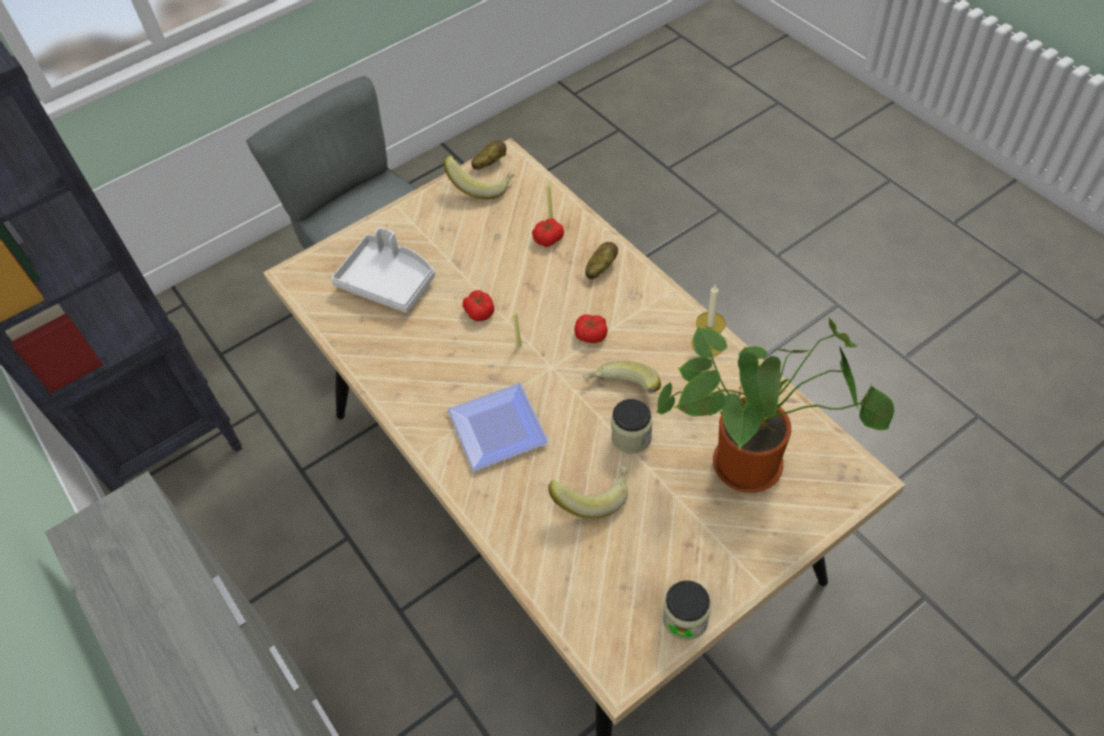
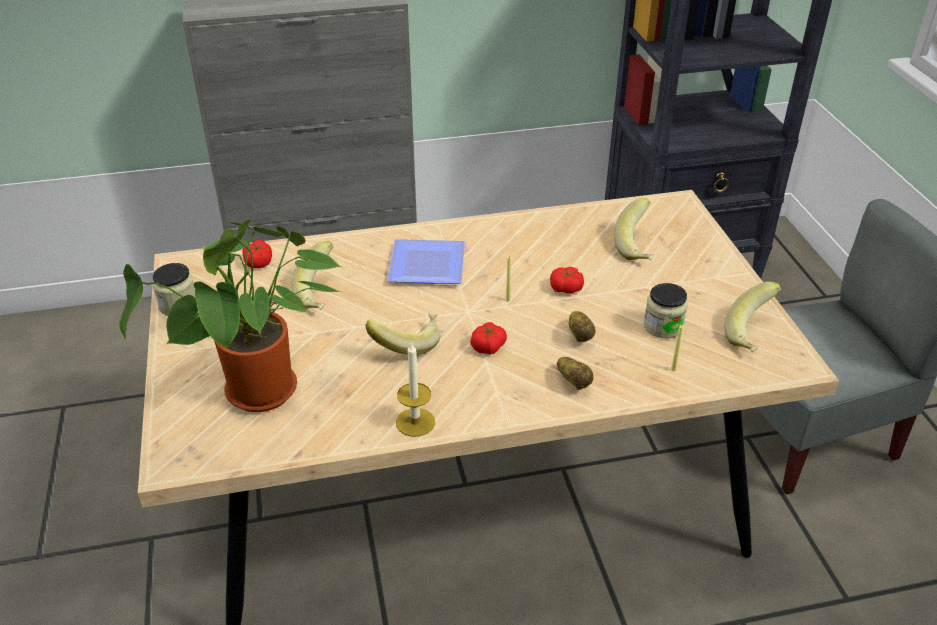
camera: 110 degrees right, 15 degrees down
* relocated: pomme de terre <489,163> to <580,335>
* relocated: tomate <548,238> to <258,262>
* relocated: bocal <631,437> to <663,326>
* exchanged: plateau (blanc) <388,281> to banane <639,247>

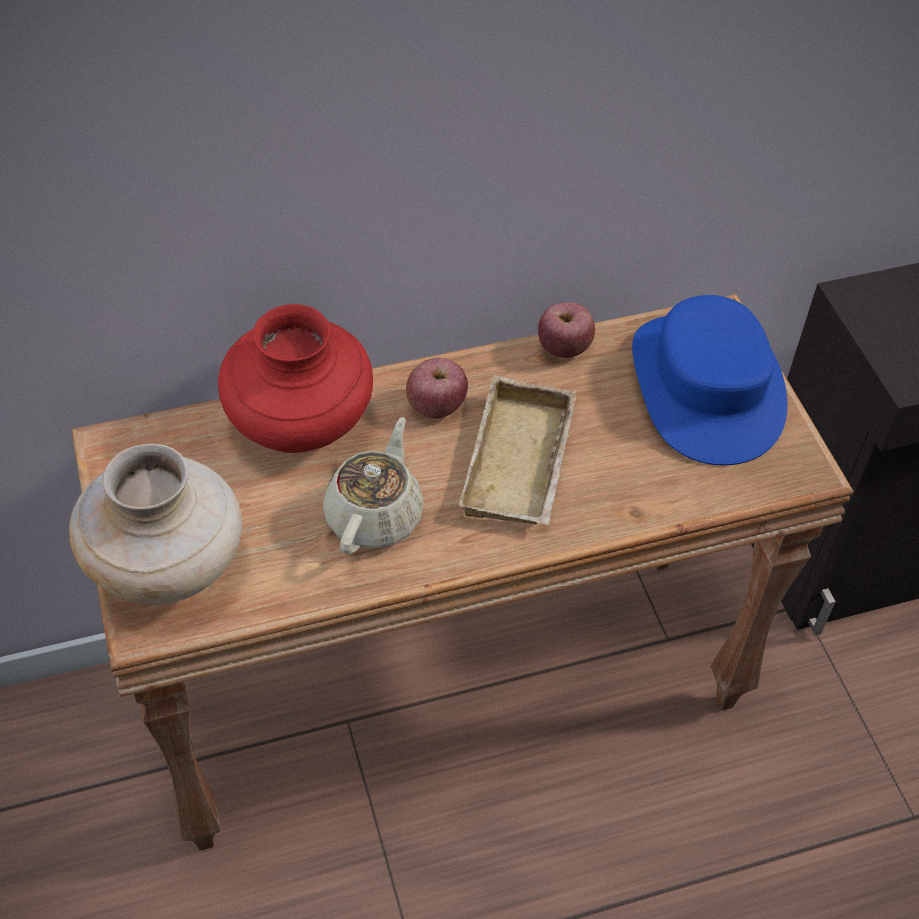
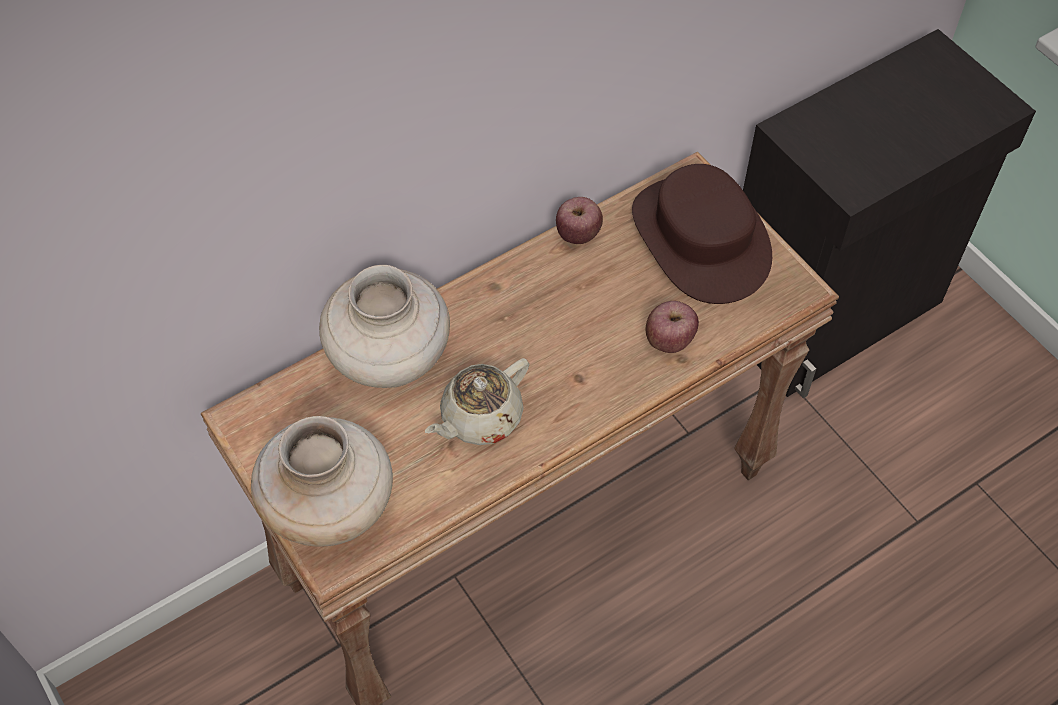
camera: 15 degrees left, 5 degrees up
* missing: plateau (beige) <522,464>
* relocated: pomme <436,406> to <669,340>
* colour: vase (rouge) <299,424> to vase (beige) <389,358>
* colour: chapeau (bleu) <706,387> to chapeau (marron) <701,239>
* spun: théière (beige) <375,515> = <480,418> 135 degrees counterclockwise

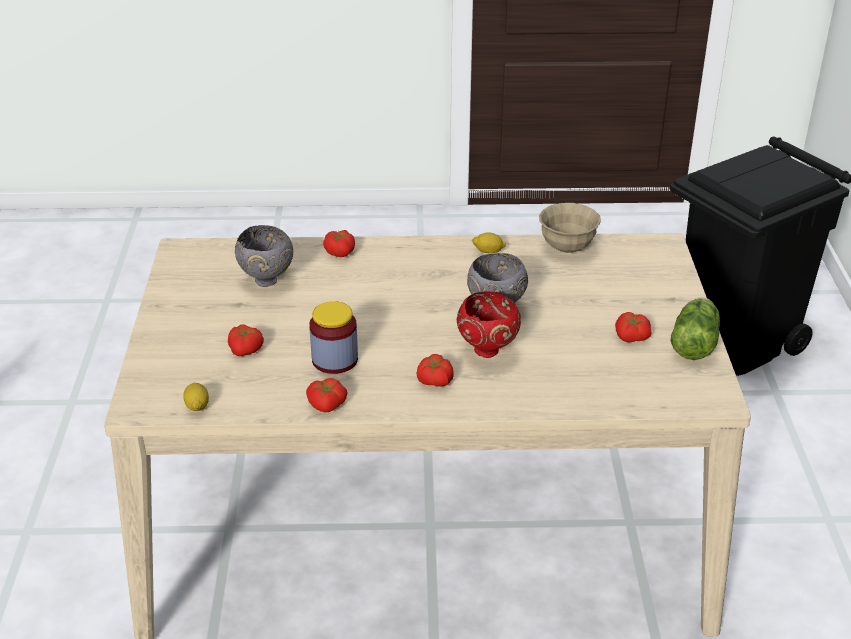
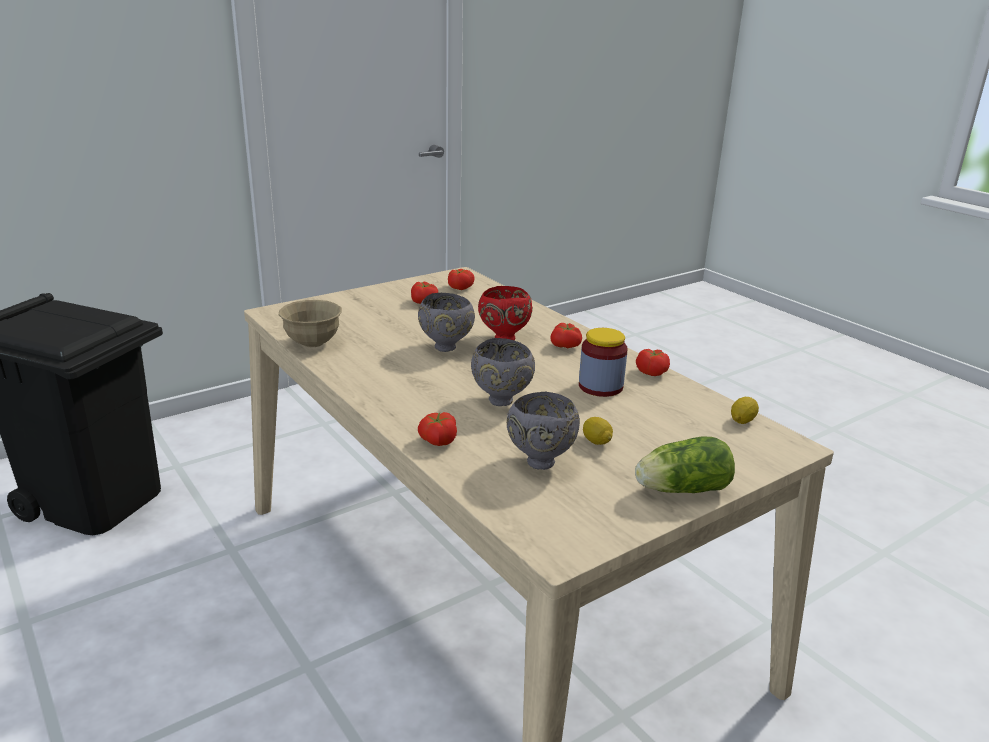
camera: 125 degrees left, 10 degrees down
* appeared: bol (gris) <502,401>
* relocated: tomate <246,350> to <459,287>
* relocated: citron <488,251> to <596,441>
* relocated: laitue <695,342> to <679,489>

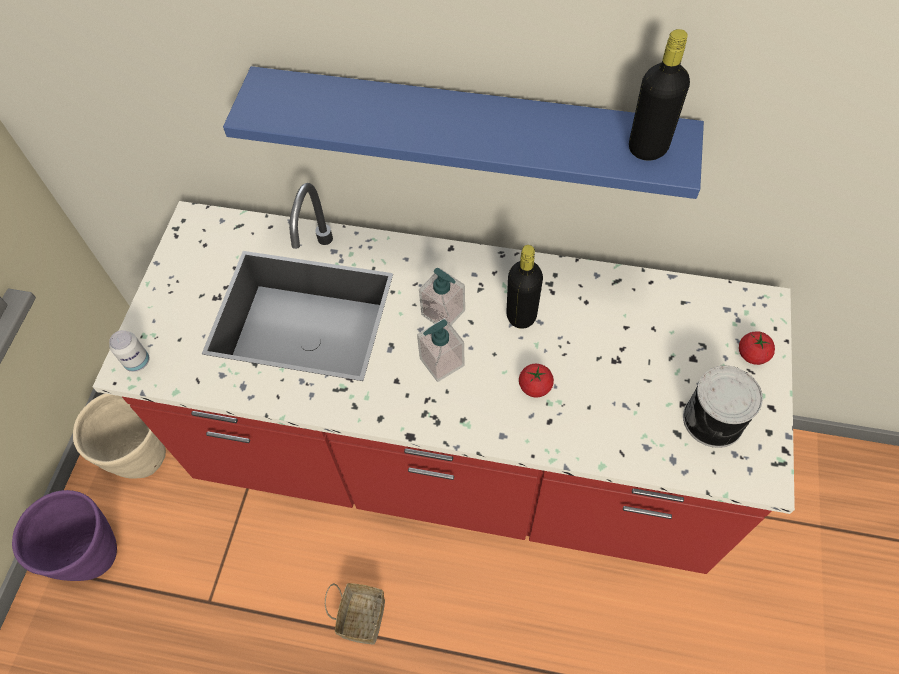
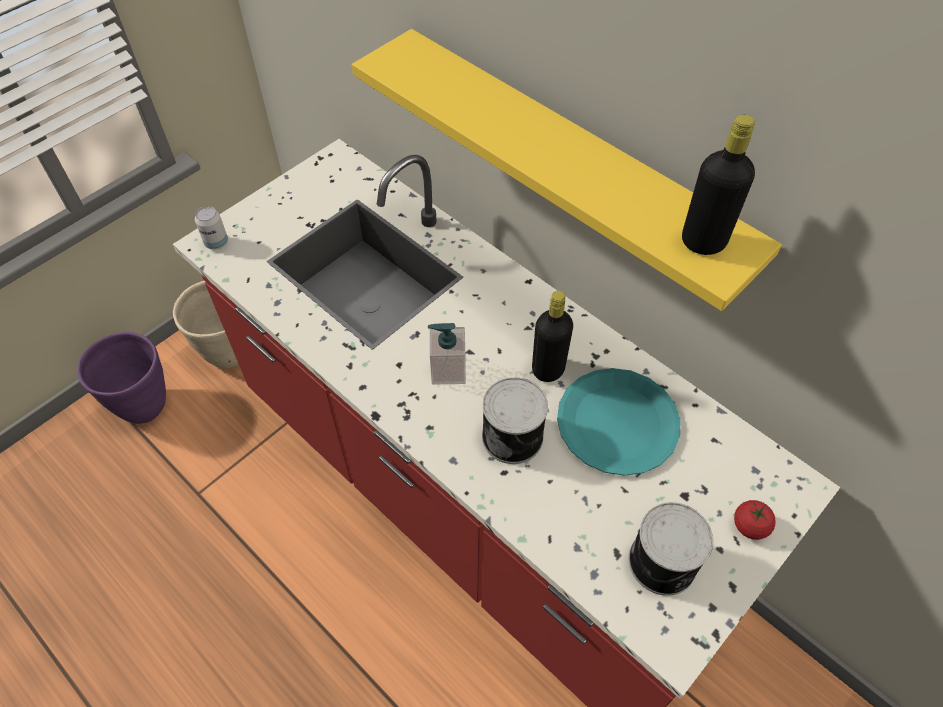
camera: 30 degrees right, 5 degrees down
* missing: panier <362,616>
* missing: distributeur de savon <443,313>
* appeared: assiette (turquoise) <618,422>
* exchanged: tomate <535,386> to boîte métallique <514,435>
* colour: étagère (bleu) <469,129> to étagère (jaune) <570,164>

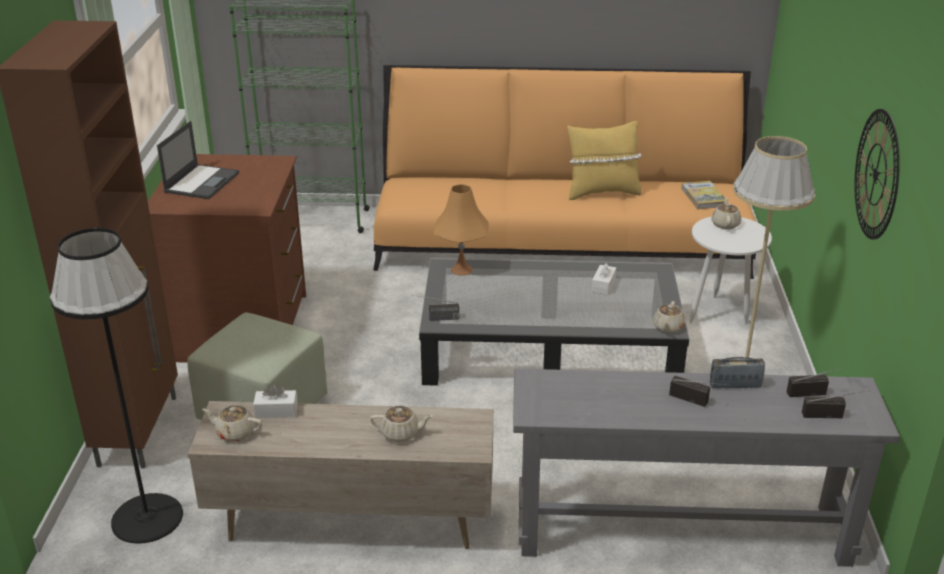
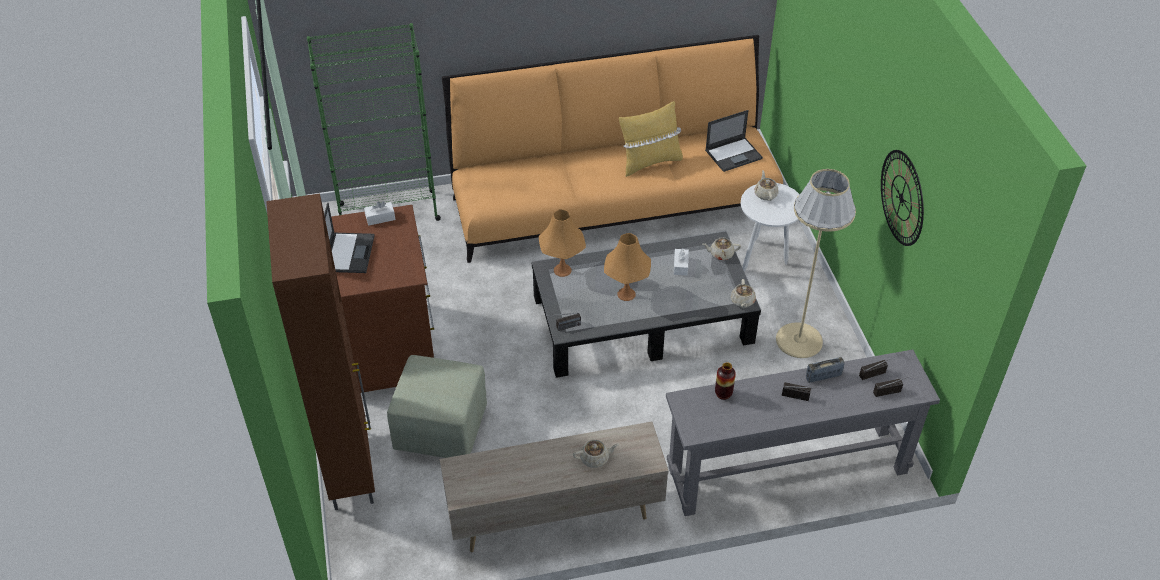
camera: 15 degrees left, 15 degrees up
* missing: lampadaire (noir) <147,518>
* appeared: lampe de table (orange) <626,294>
* appeared: vase <723,393>
* relocated: théière (beige) <235,432> to <721,254>
* relocated: boîte à mouchoirs (blanc) <276,411> to <380,218>
* exchanged: livre <703,197> to ordinateur portable <734,154>

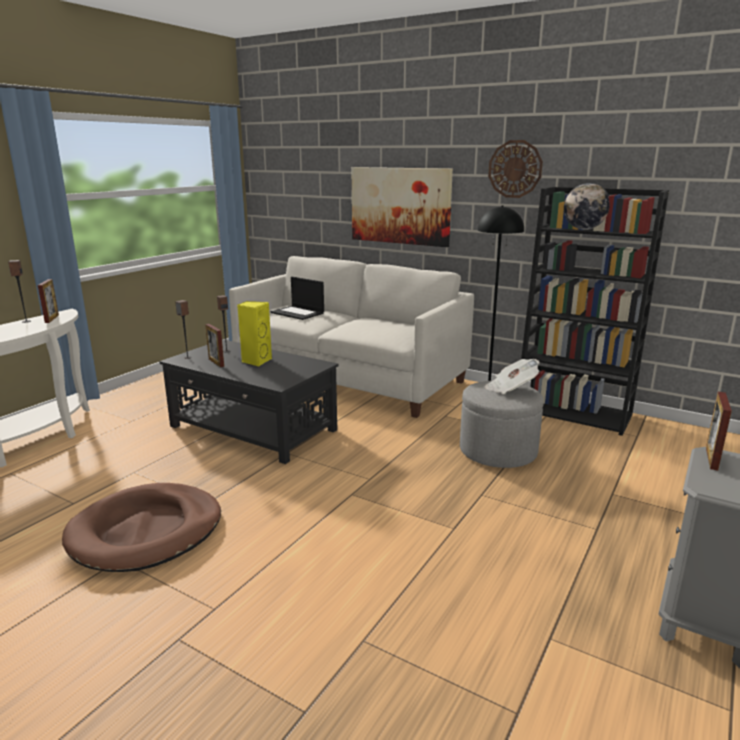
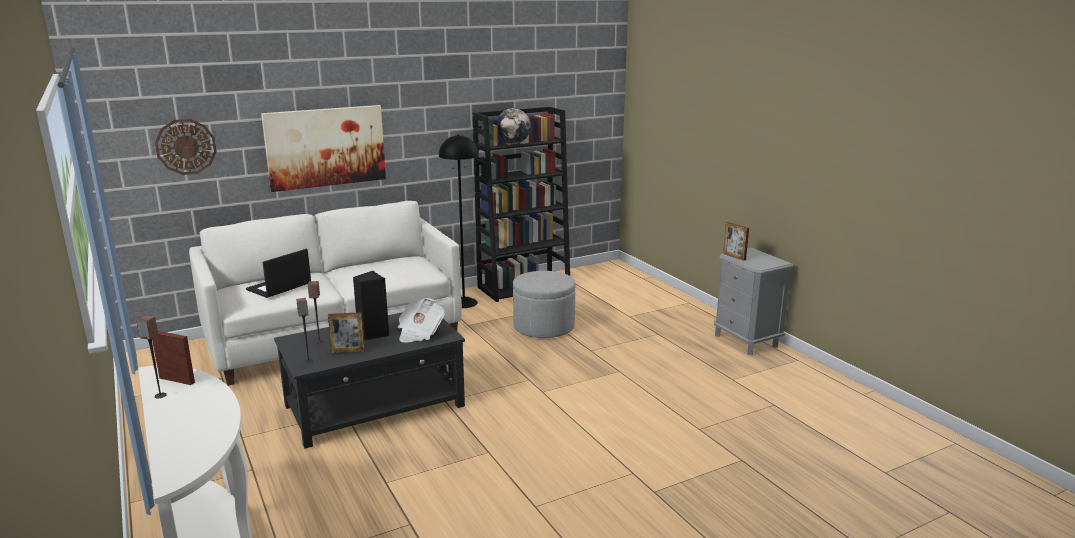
camera: 60 degrees left, 0 degrees up
* missing: panier pour chien (marron) <146,531>
* relocated: journal <510,389> to <419,333>
* relocated: horloge murale <515,169> to <186,146>
* colour: enceinte (jaune) <256,361> to enceinte (noir) <372,334>
* spun: ordinateur portable <298,313> = <279,287> 150 degrees clockwise

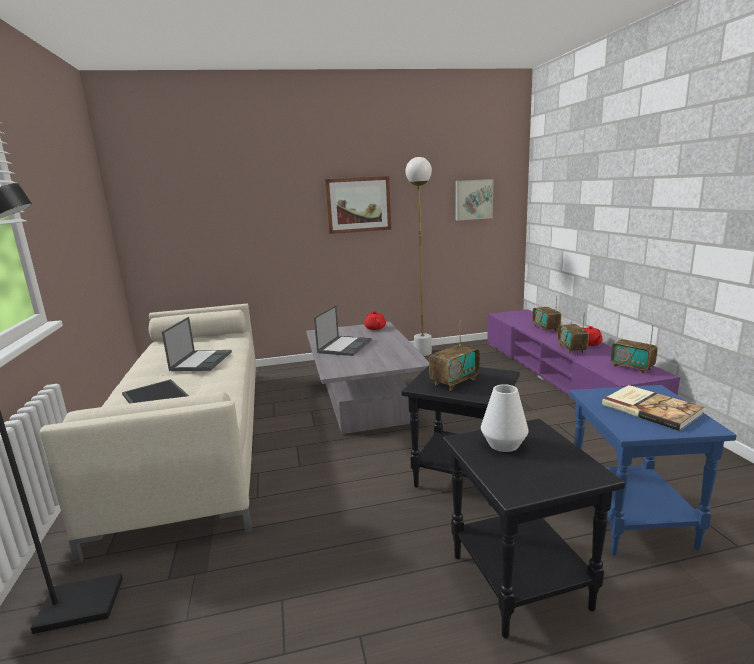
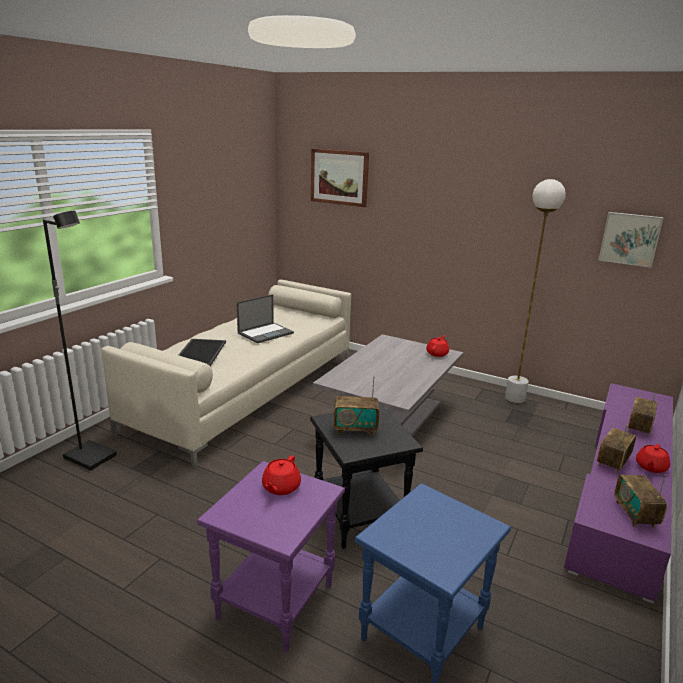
camera: 40 degrees right, 5 degrees up
* missing: ordinateur portable <345,346>
* missing: livre <651,409>
* relocated: tableau <358,205> to <339,177>
* exchanged: vase (blanc) <504,444> to théière (rouge) <280,487>
* colour: table d'appoint (noir) <522,582> to table d'appoint (violet) <276,603>

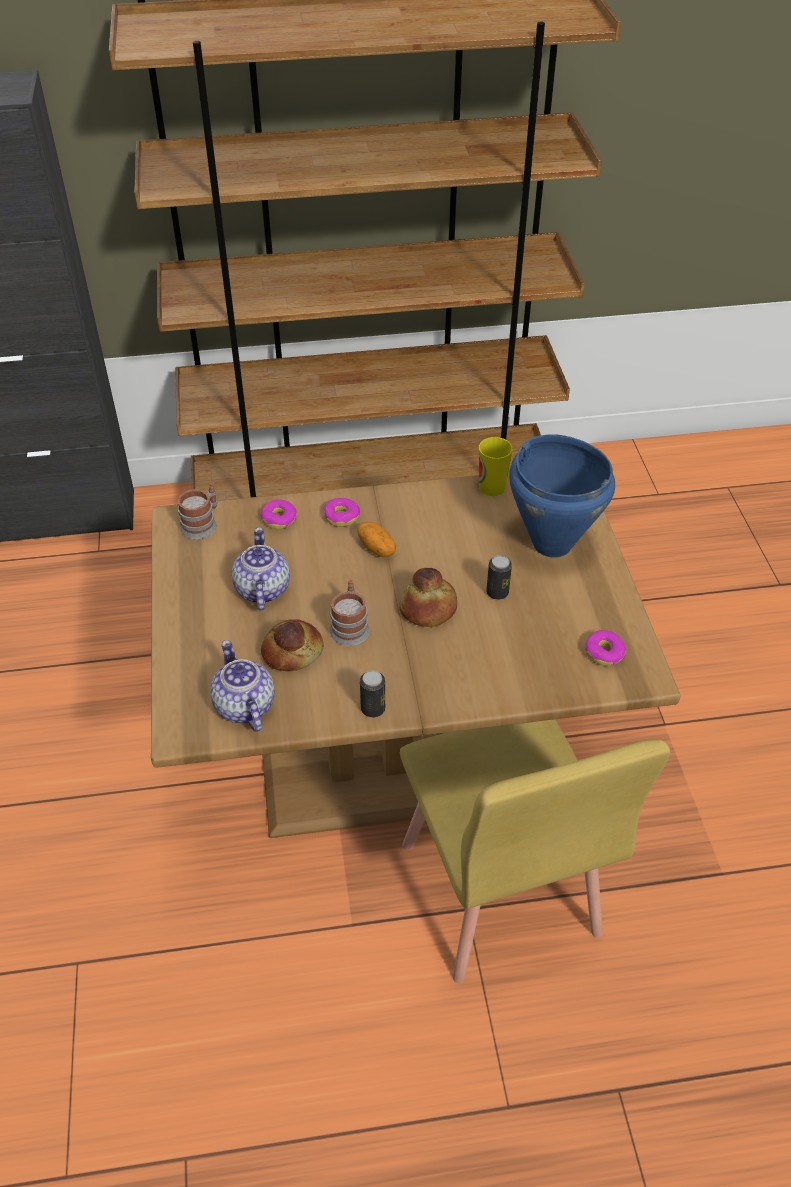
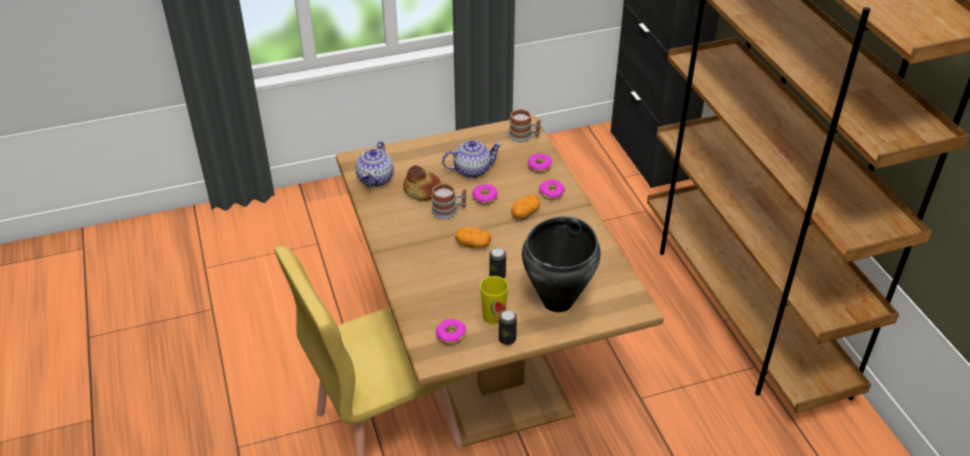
camera: 80 degrees right, 5 degrees down
* appeared: beignet <484,198>
* relocated: boîte métallique <373,709> to <507,339>
* relocated: tasse <492,487> to <493,316>
* exchanged: pain <429,609> to pomme de terre <473,244>
* colour: marmite (bleu) <552,543> to marmite (noir) <558,301>
* spun: théière <244,707> = <376,179> 135 degrees clockwise

